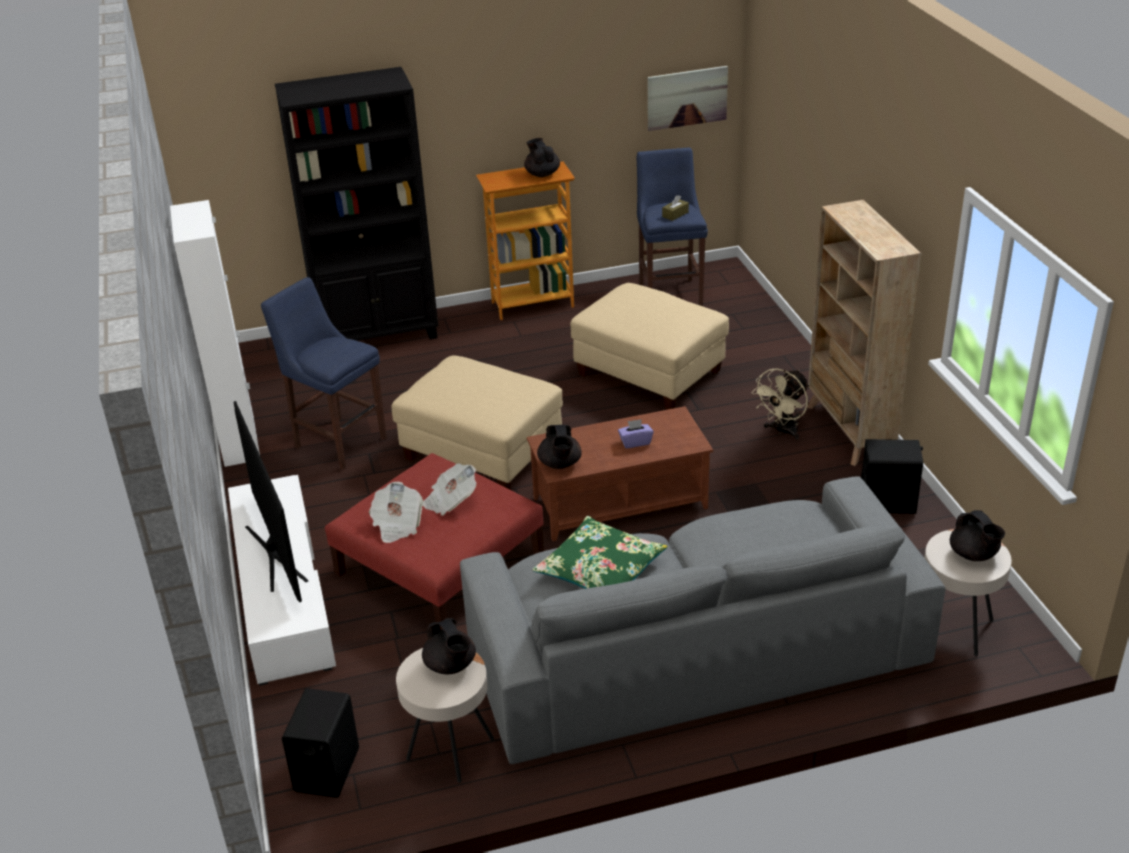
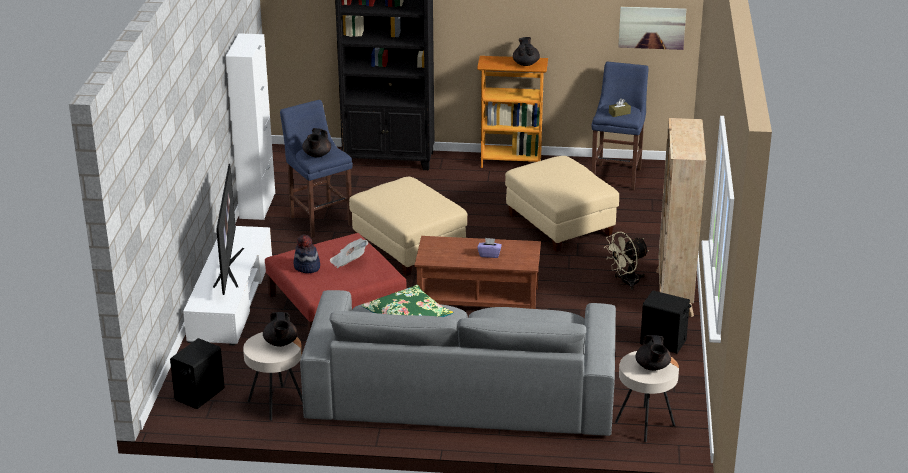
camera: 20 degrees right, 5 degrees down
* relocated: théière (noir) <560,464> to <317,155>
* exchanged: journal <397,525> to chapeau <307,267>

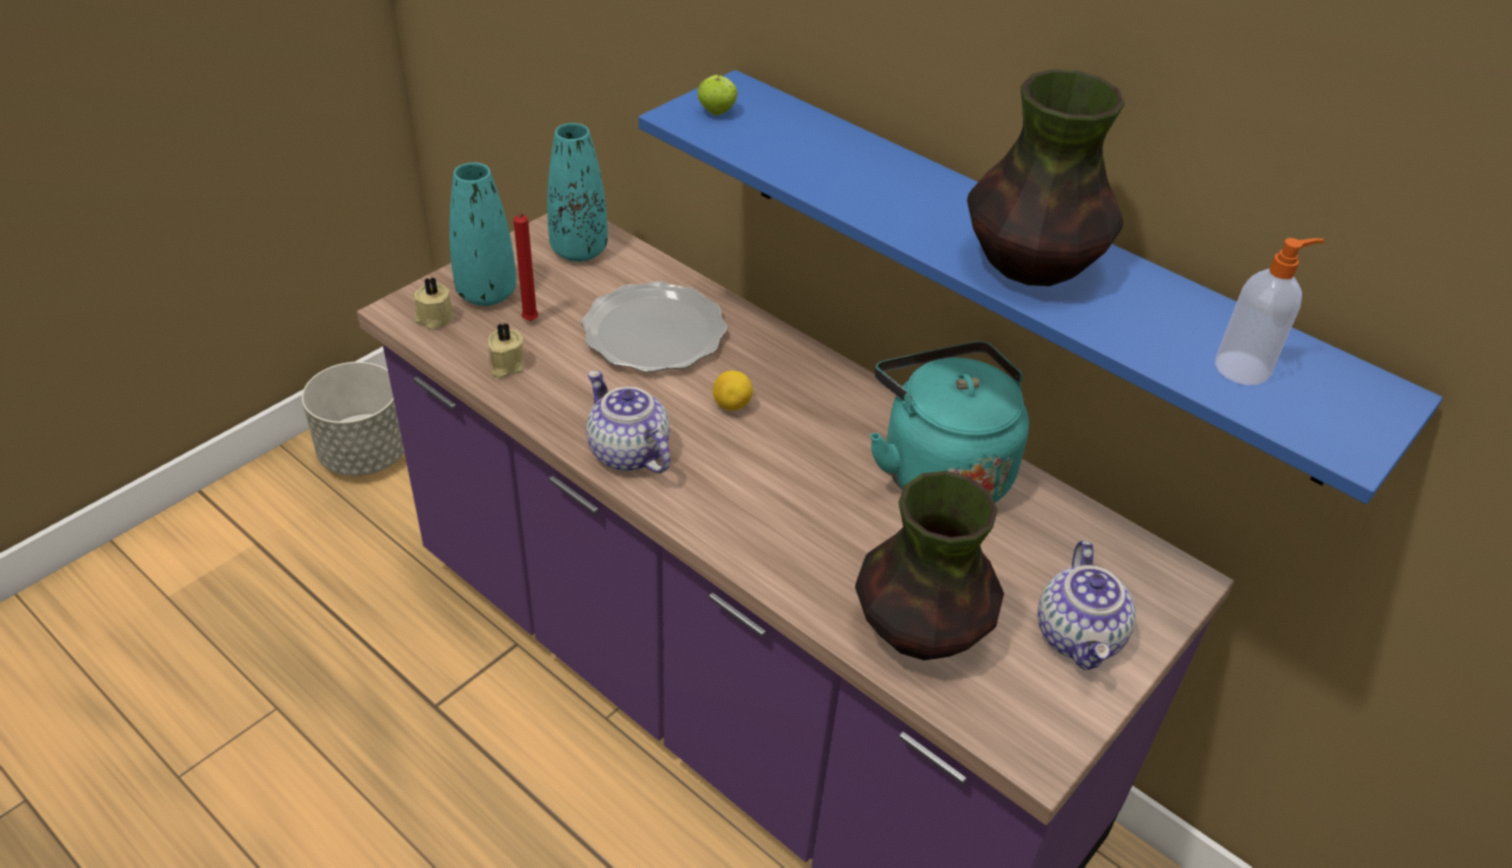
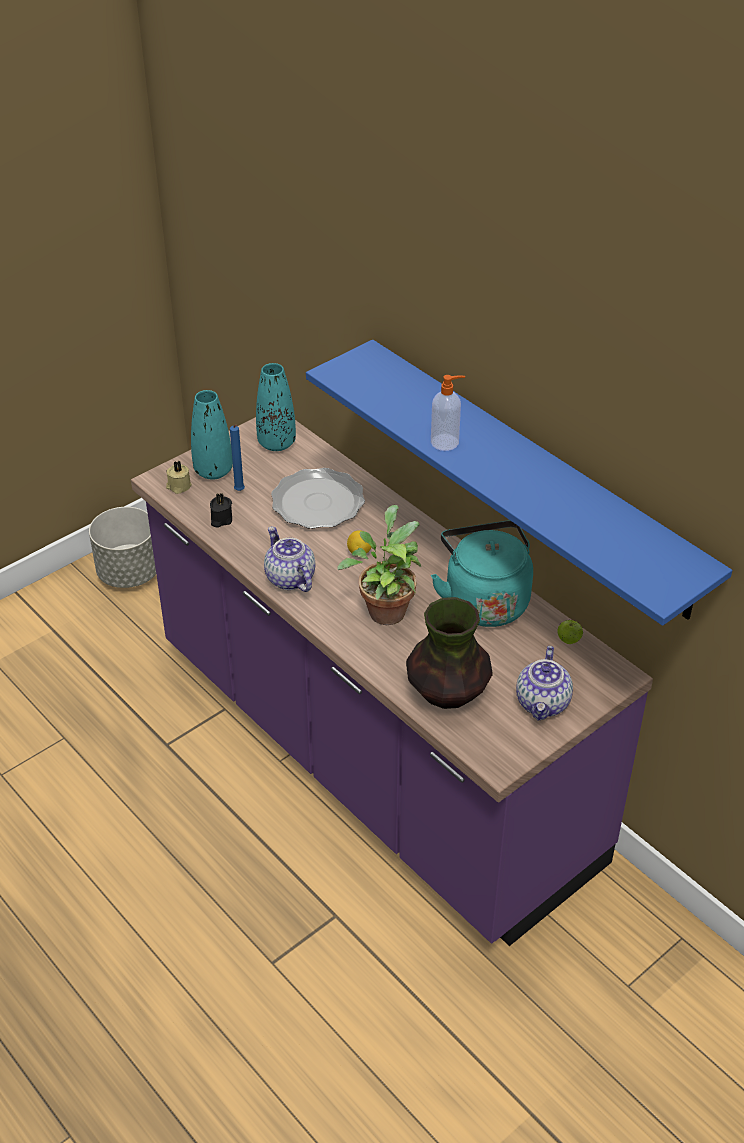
camera: 10 degrees right, 0 degrees up
* missing: vase <1032,266>
* appeared: plante en pot <385,609>
* relocated: pomme <716,112> to <568,640>
* relocated: distributeur de savon <1244,368> to <446,442>
* colour: bougie (beige) <505,366> to bougie (noir) <220,519>
* colour: bougie (rouge) <531,322> to bougie (bleu) <239,492>

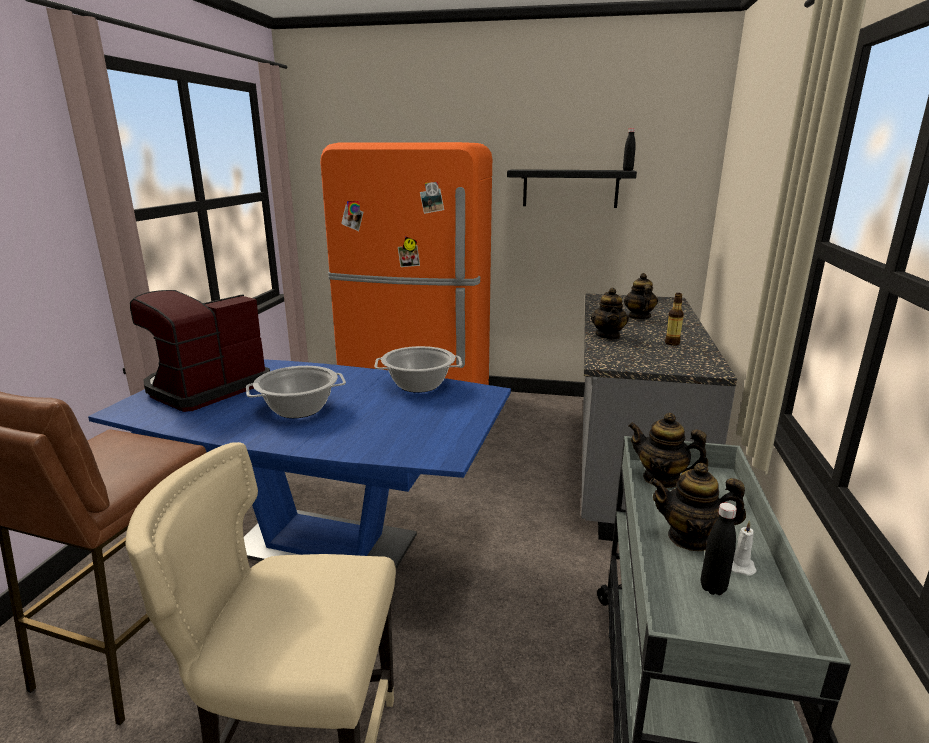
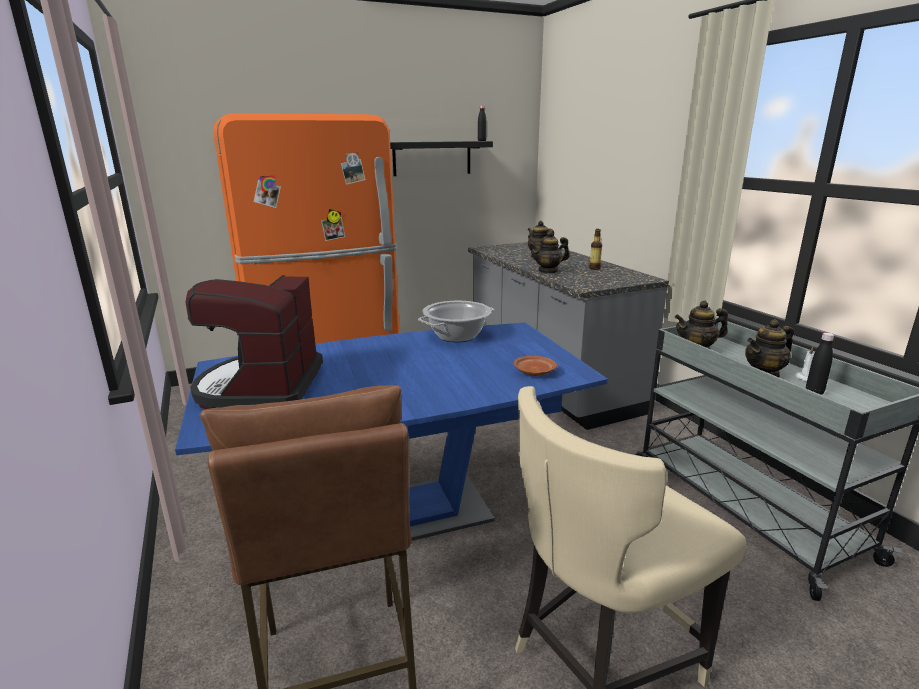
camera: 35 degrees left, 0 degrees up
* missing: marmite <299,409>
* appeared: assiette (marron) <533,372>
* spun: théière <608,336> = <548,271> 105 degrees clockwise

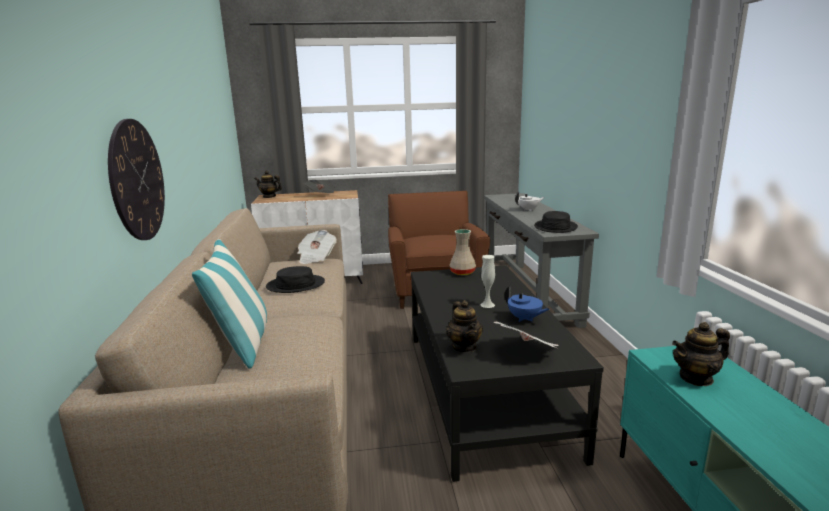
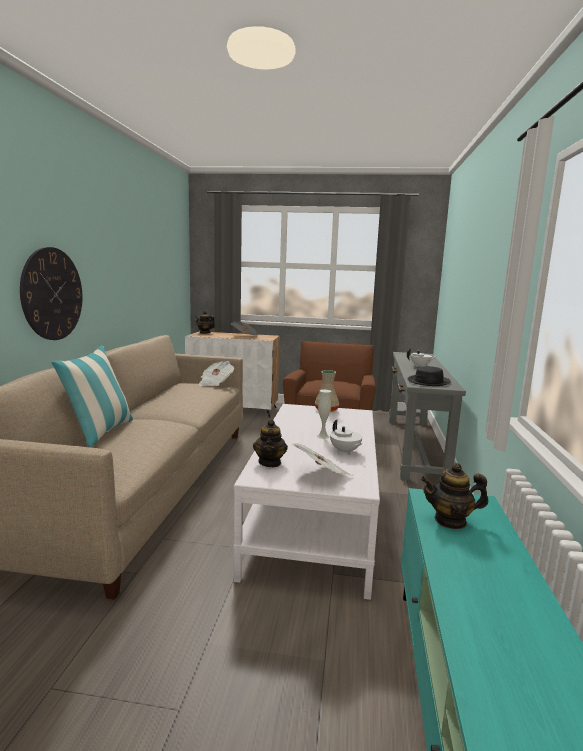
camera: 15 degrees right, 5 degrees down
* missing: chapeau (noir) <295,285>
* colour: table basse (noir) <484,389> to table basse (blanc) <314,516>
* colour: théière (bleu) <524,319> to théière (blanc) <345,451>

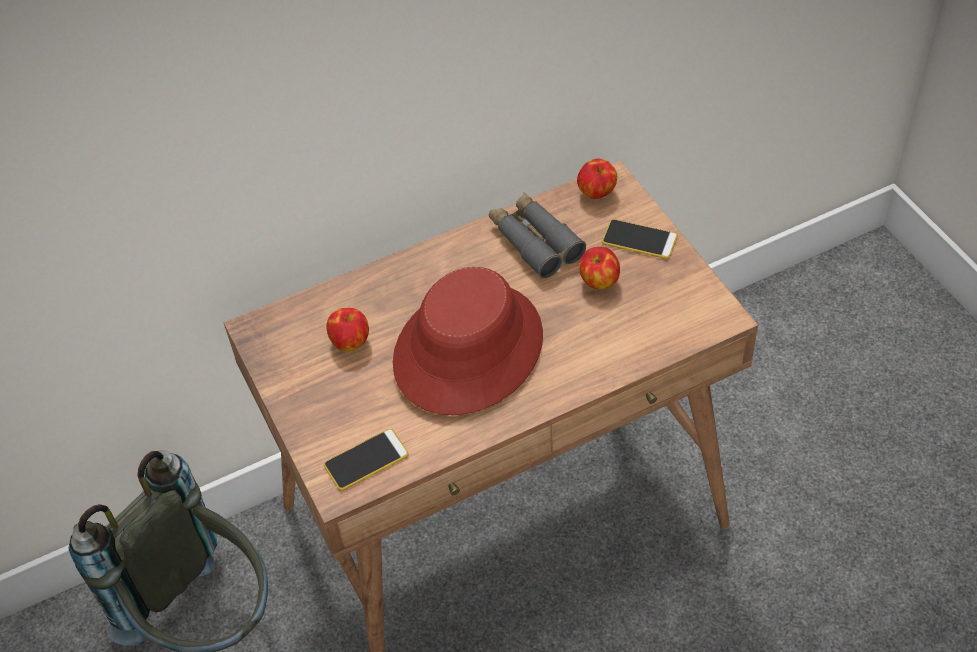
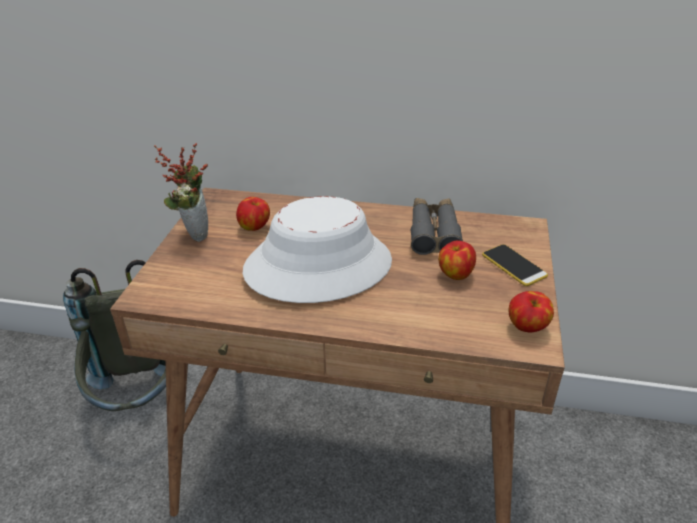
camera: 35 degrees right, 15 degrees down
* missing: téléphone <366,460>
* appeared: plante en pot <194,232>
* relocated: pomme <597,192> to <527,327>
* colour: chapeau (rouge) <468,349> to chapeau (blanc) <318,266>

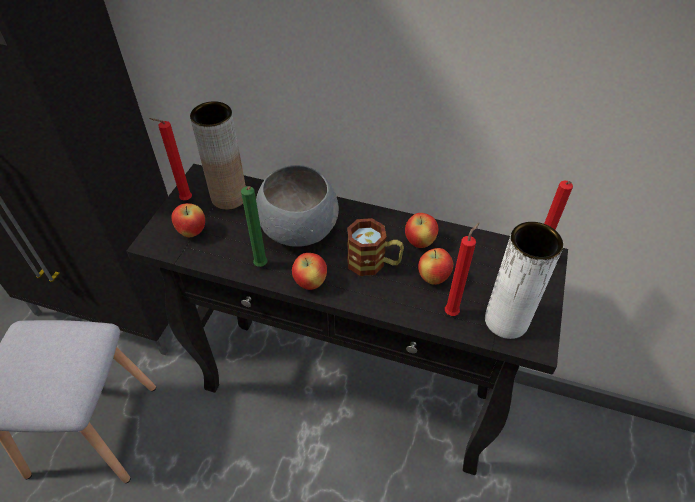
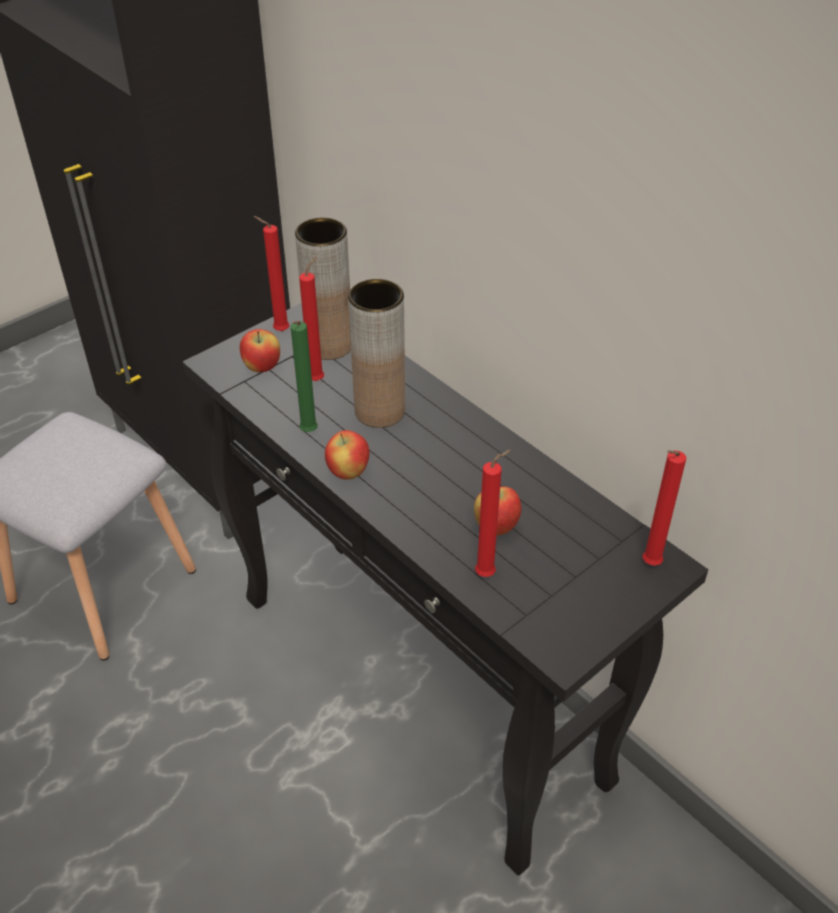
camera: 30 degrees right, 5 degrees down
* missing: mug <373,263>
* missing: pomme <419,242>
* missing: vase (blanc) <506,321>
* appeared: bougie (rouge) <318,379>
* exchanged: bol (gris) <298,230> to vase (marron) <379,411>

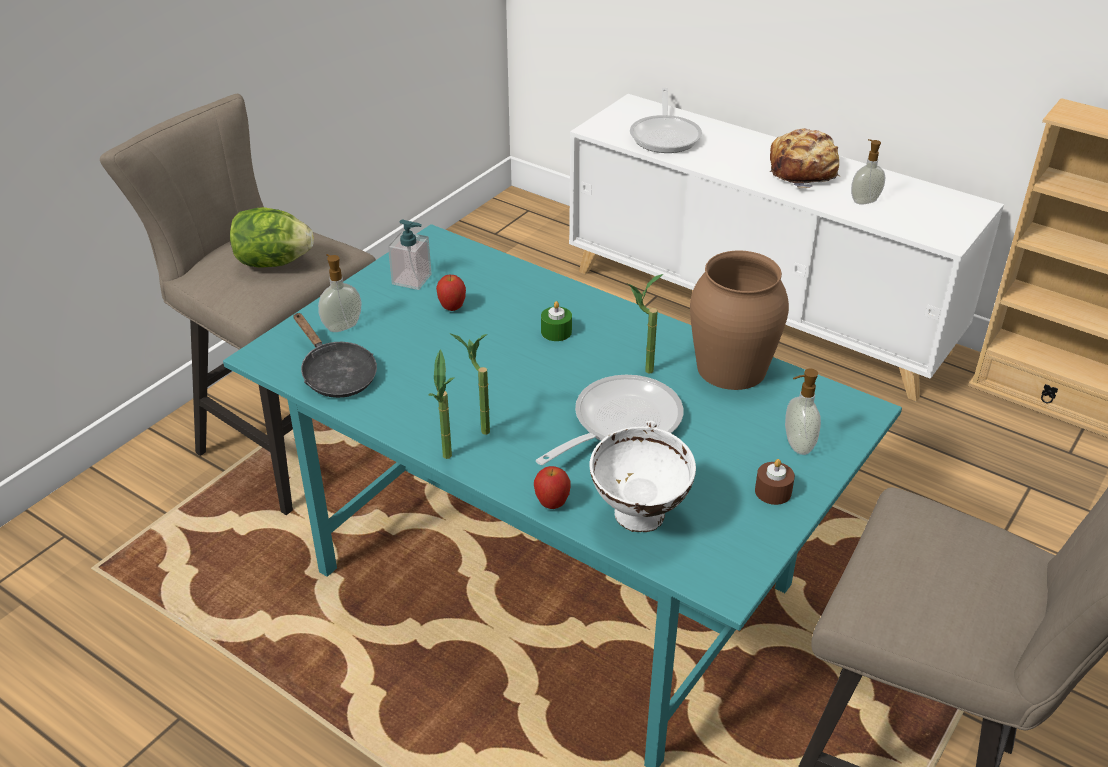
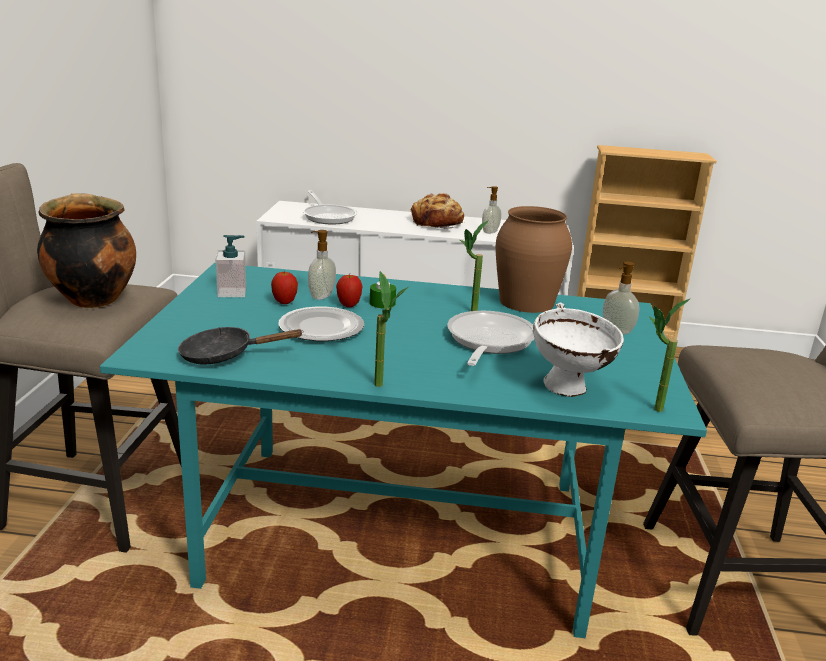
camera: 30 degrees left, 15 degrees down
* missing: bougie (marron) <773,491>
* appeared: assiette <322,328>
* relocated: distributeur de savon <342,326> to <320,296>
* relocated: plante en pot <477,429> to <649,409>
* relocated: pomme <552,504> to <348,305>
* exchanged: laitue <273,262> to marmite <92,298>
* spun: poêle (noir) <335,375> = <224,355> 150 degrees clockwise

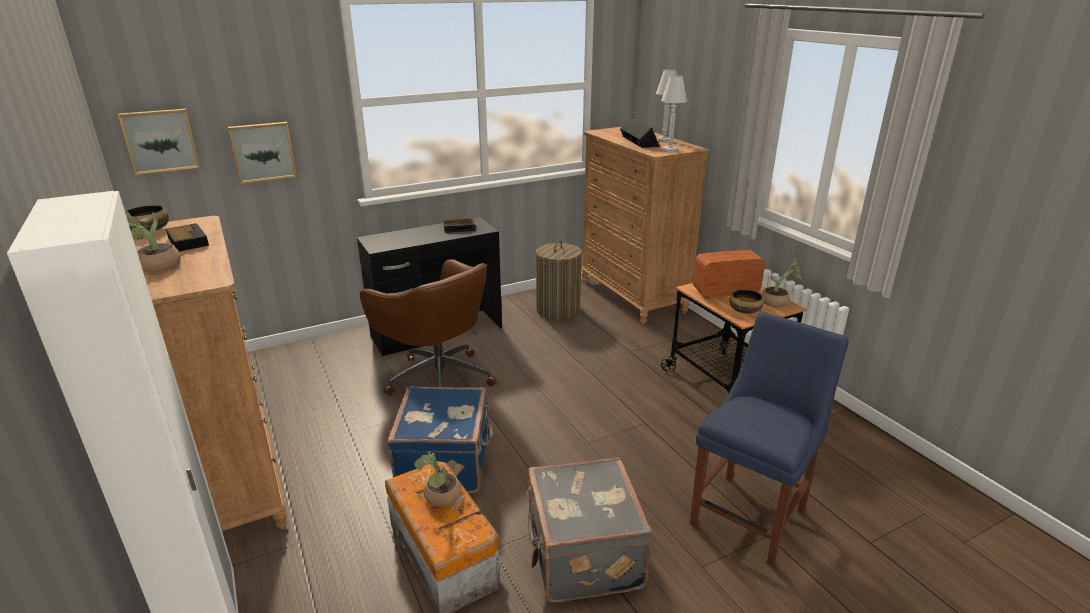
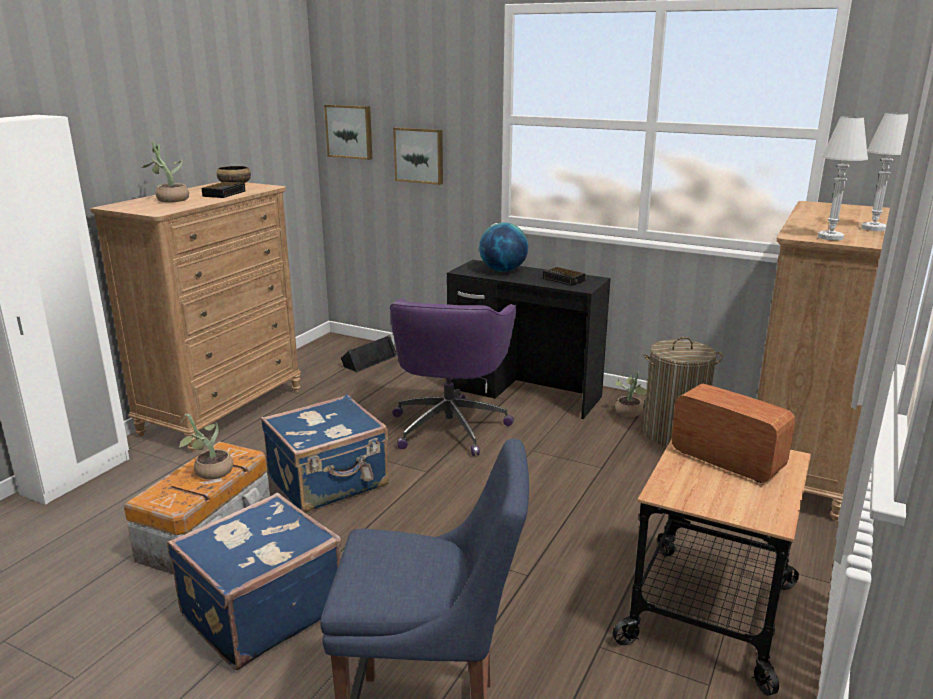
camera: 55 degrees right, 5 degrees down
* missing: bol <745,310>
* appeared: globe <503,271>
* relocated: enceinte (noir) <638,141> to <369,360>
* relocated: plante en pot <778,303> to <629,413>
* colour: chaise de bureau (marron) <438,378> to chaise de bureau (violet) <450,425>
* colour: valise (gris) <582,555> to valise (bleu) <260,611>

